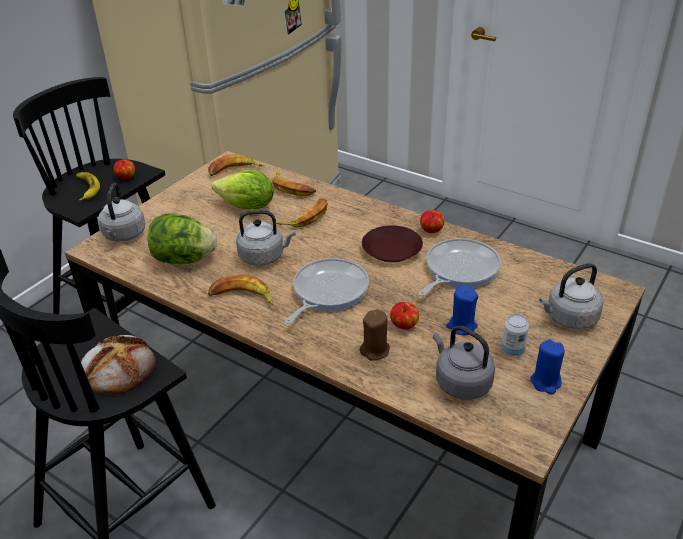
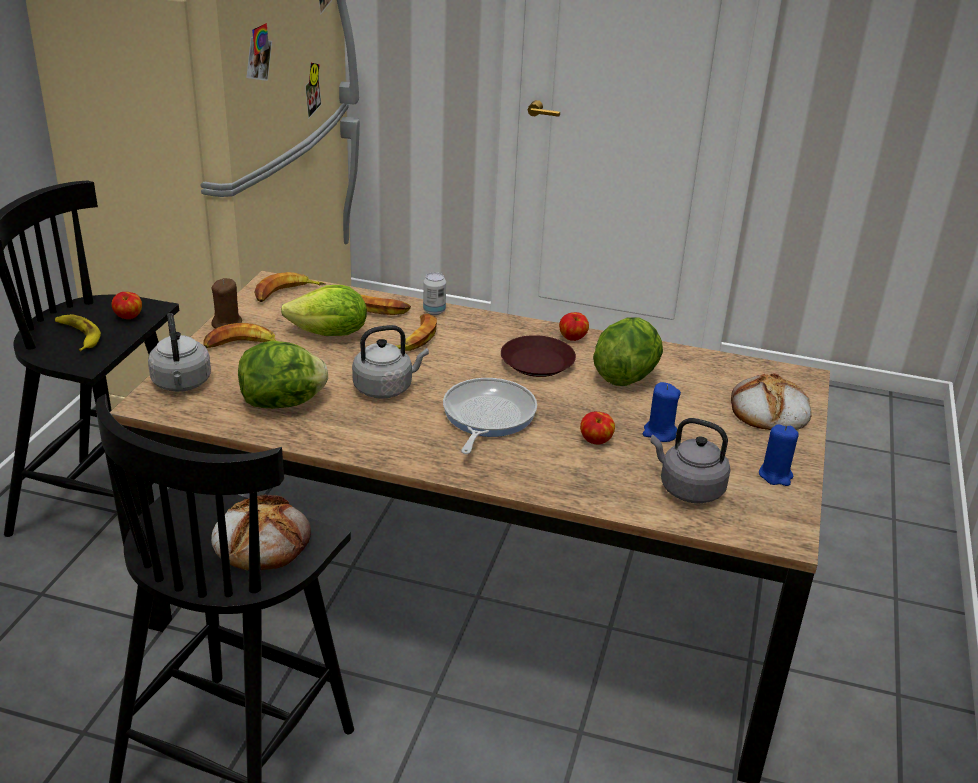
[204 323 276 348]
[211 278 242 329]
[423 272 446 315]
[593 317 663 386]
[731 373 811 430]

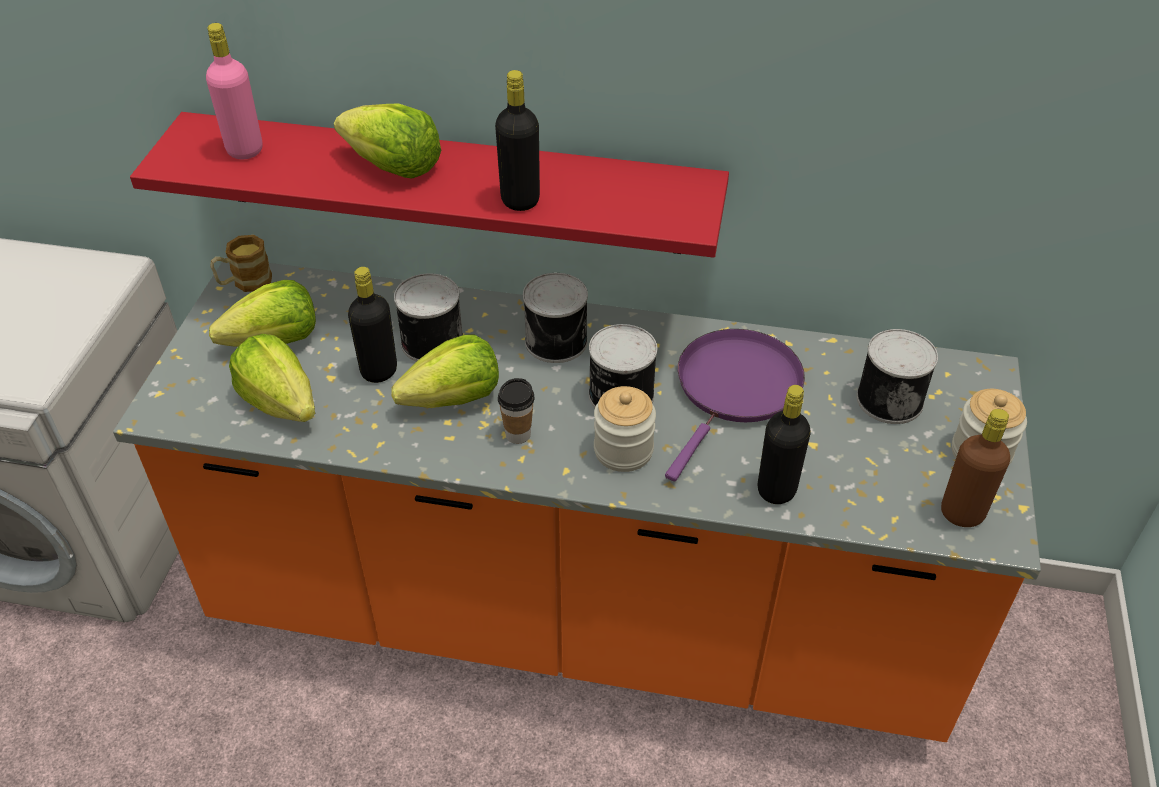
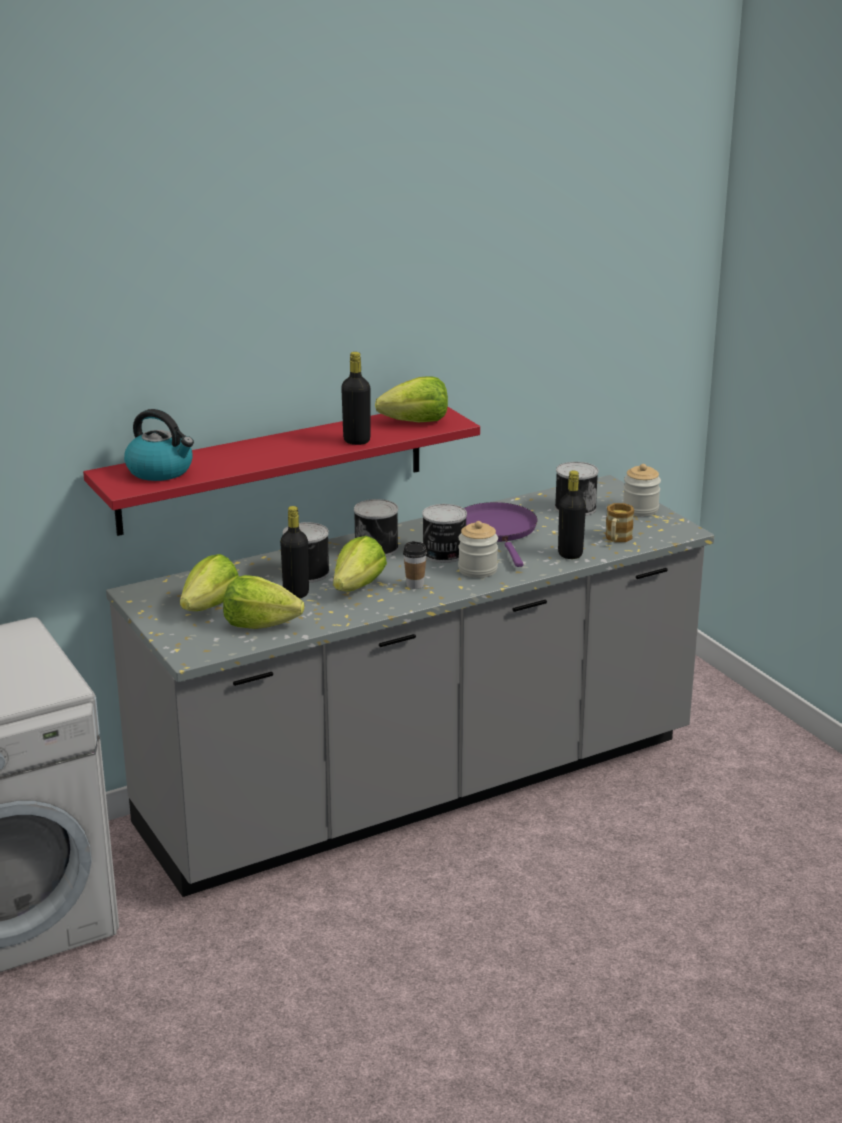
[941 409 1010 527] (first image)
[605 503 634 542]
[375 376 448 422]
[124 409 194 481]
[106 475 714 897]

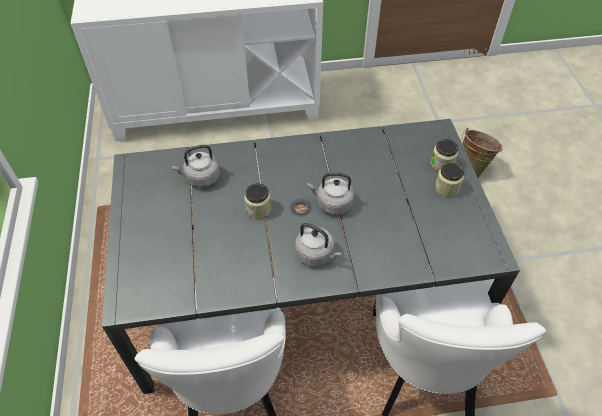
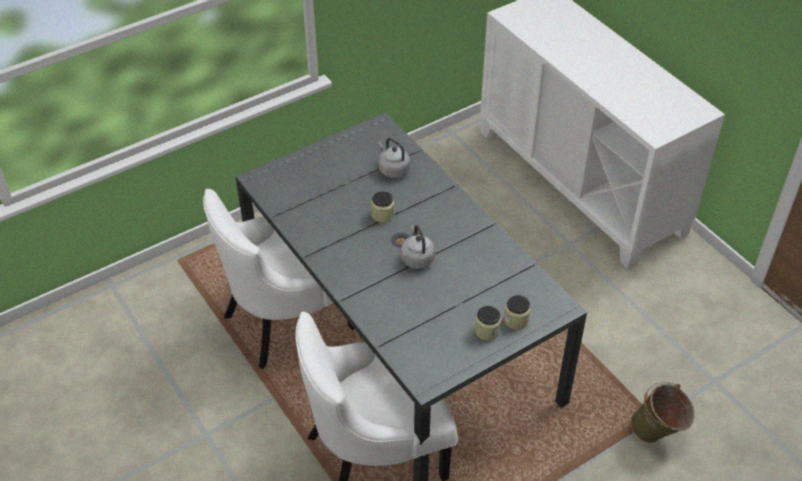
[295 223 342 266] (first image)

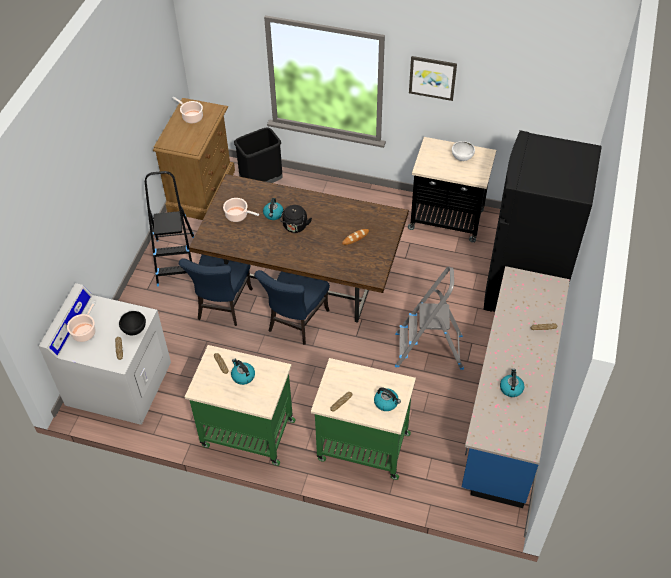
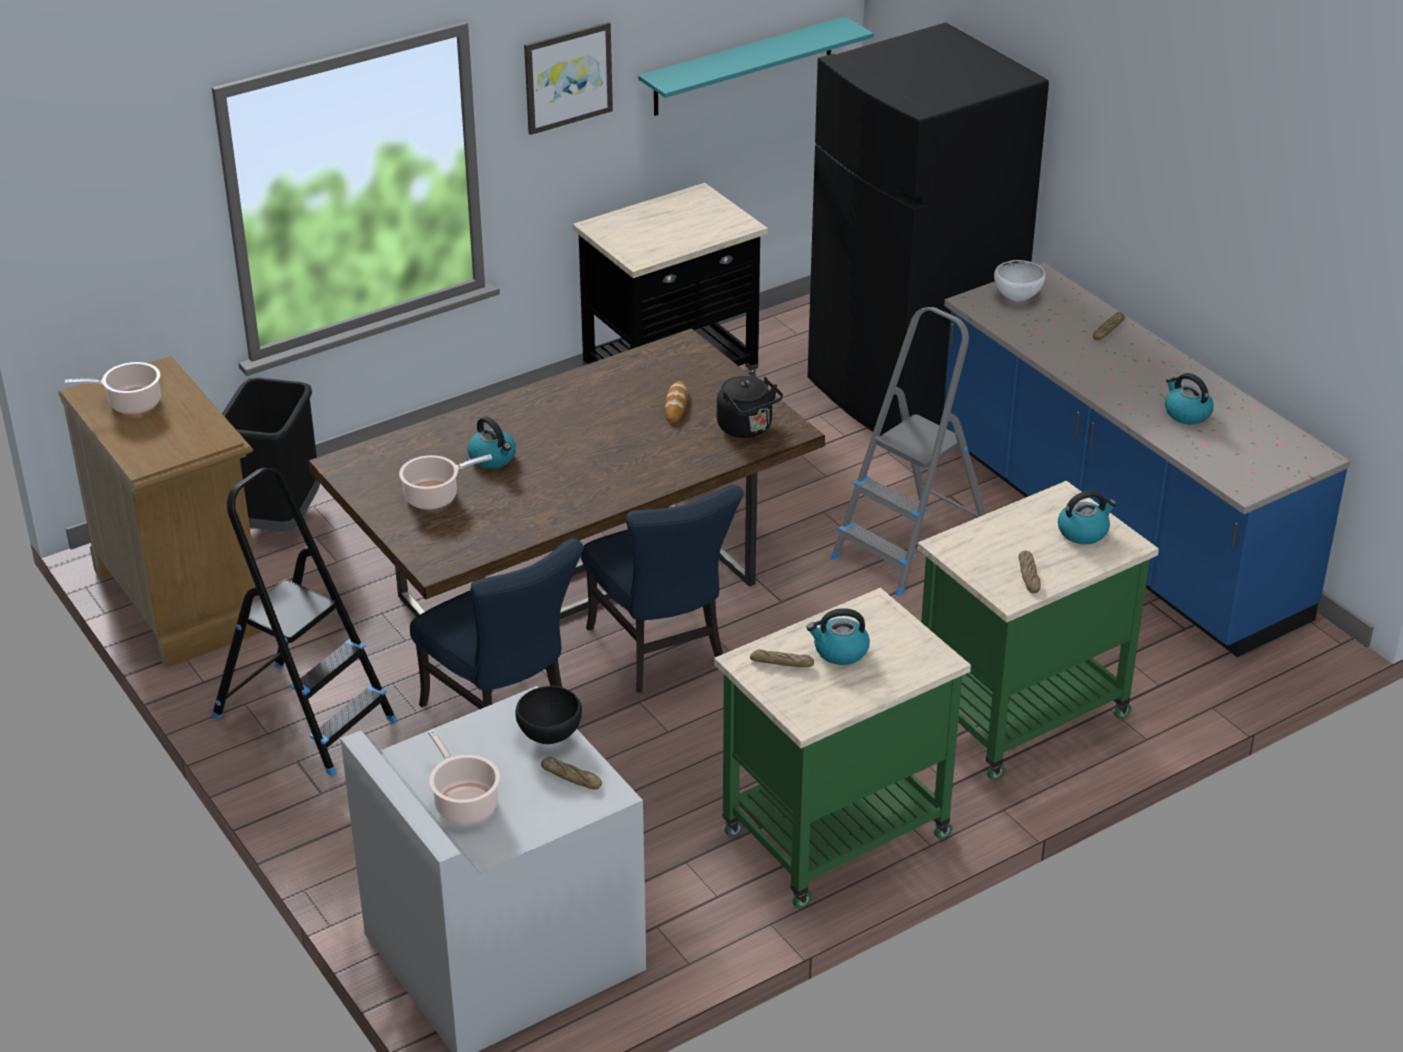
[638 17 874 116]
[717 376 783 438]
[994 260 1045 302]

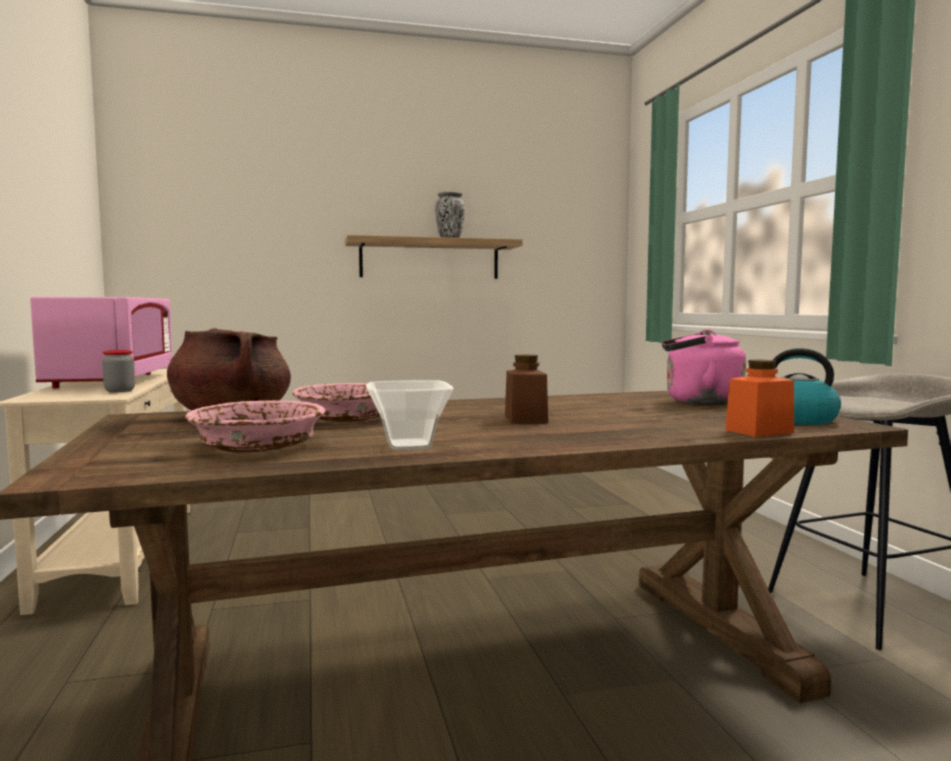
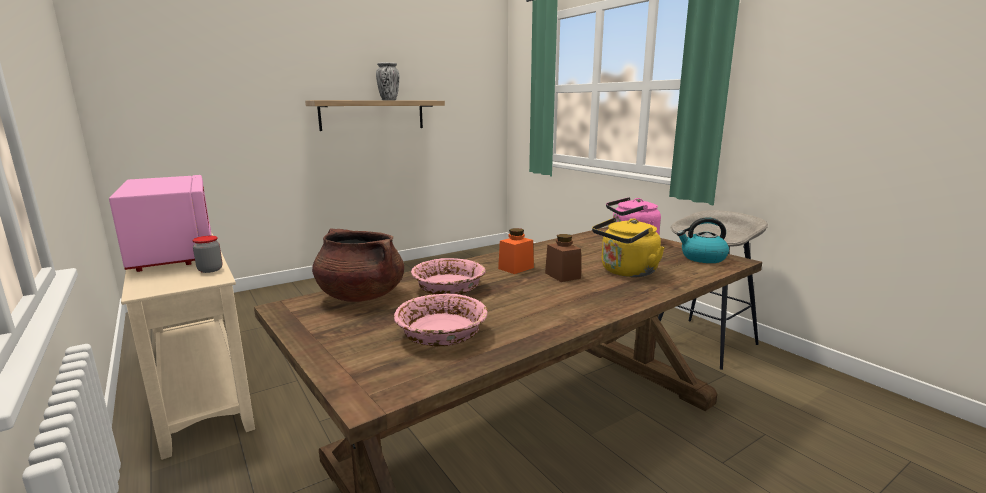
[366 380 453 450] (first image)
[592 217 665 277]
[498 228 534 274]

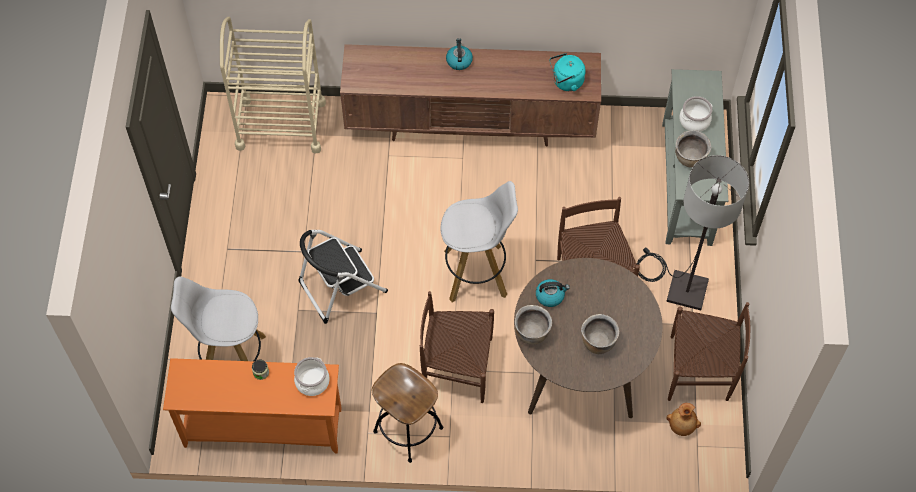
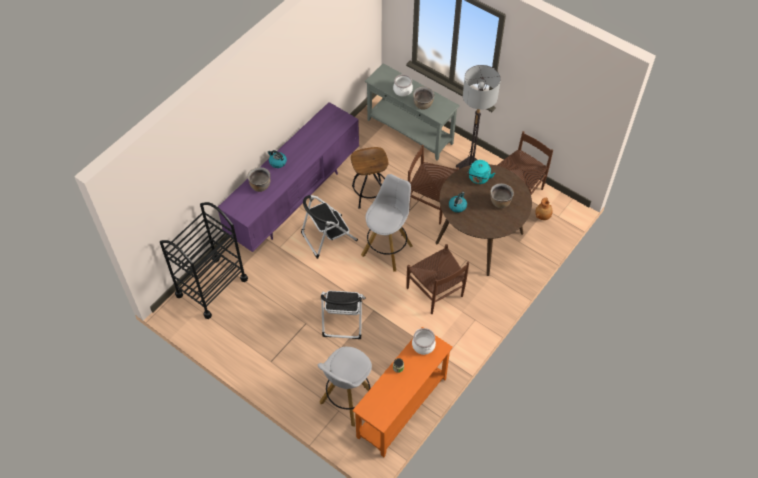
[301 195 358 259]
[351 147 388 209]
[247 167 271 192]
[468 160 495 184]
[160 202 248 319]
[218 102 359 252]
[407 244 469 314]

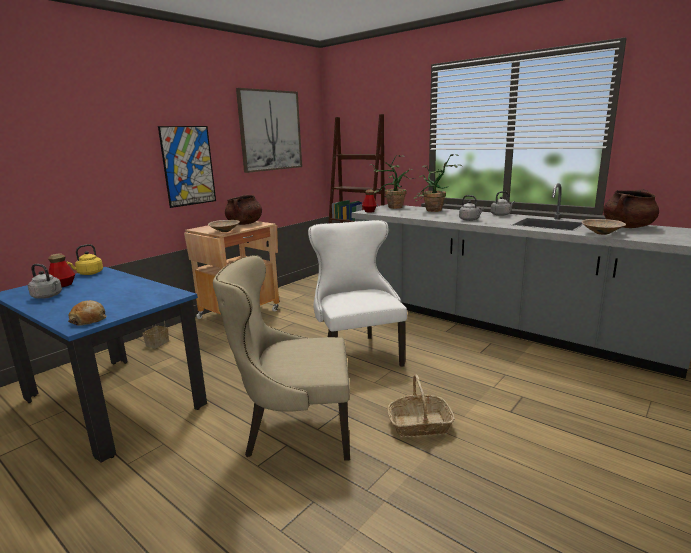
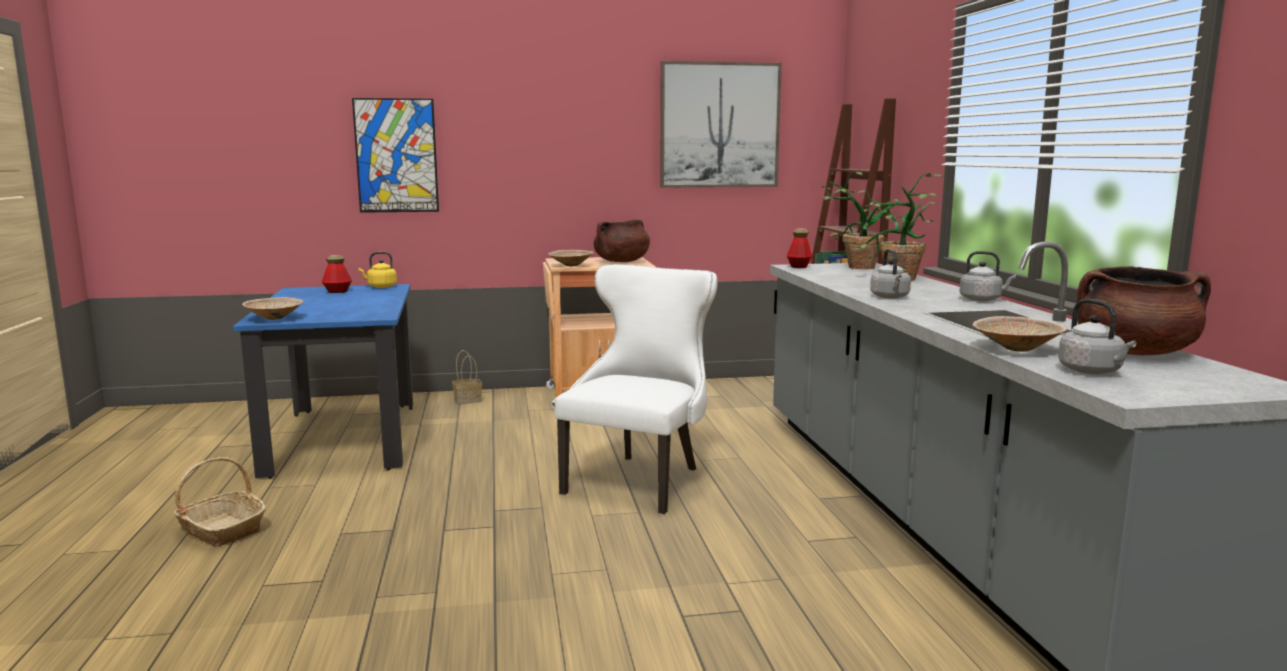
[213 255 350 461] (first image)
[1058 299 1137 374]
[352 98 439 213]
[173 457 266 546]
[242 297 304 320]

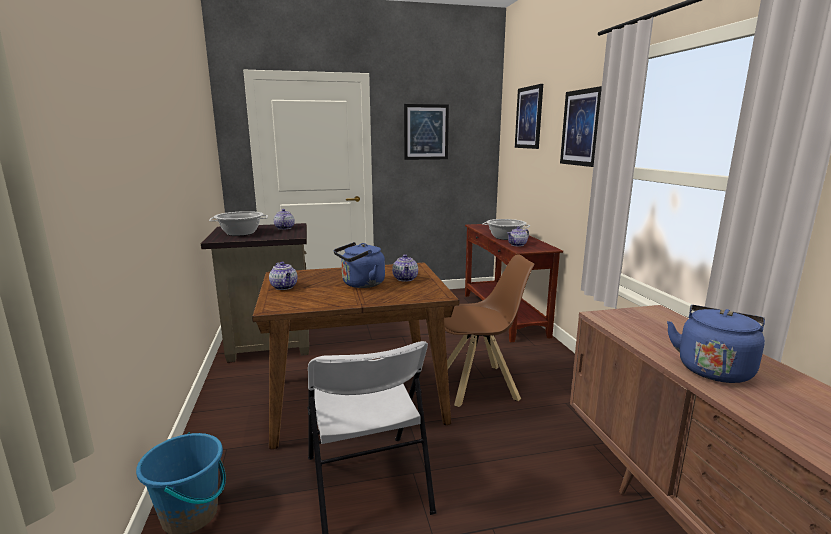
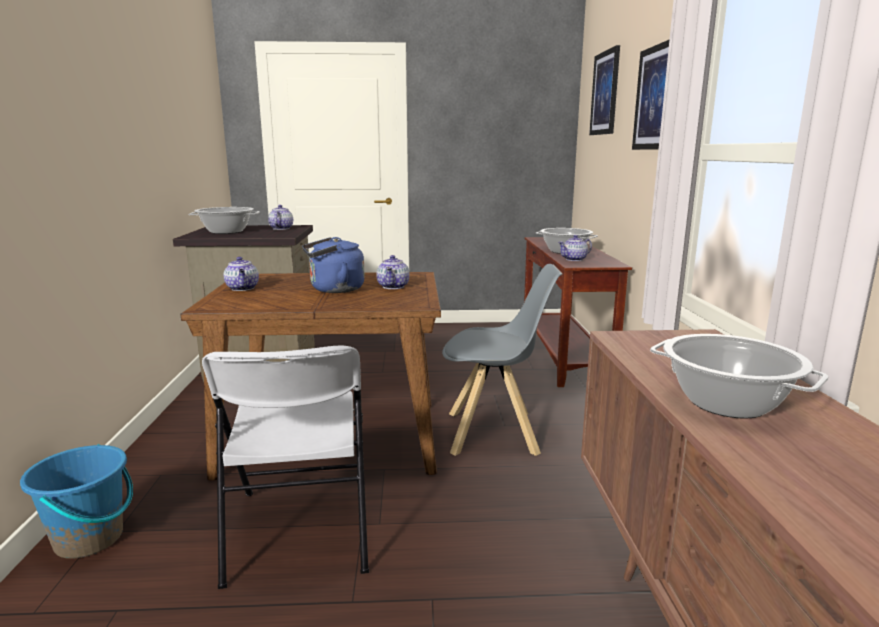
[404 104 449 160] (first image)
[650 334 829 419]
[442 264 562 456]

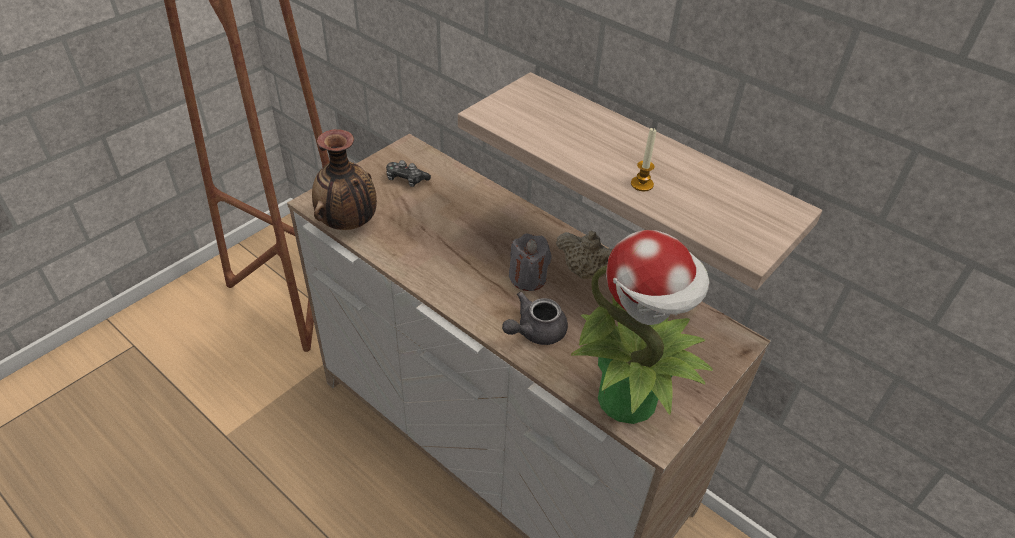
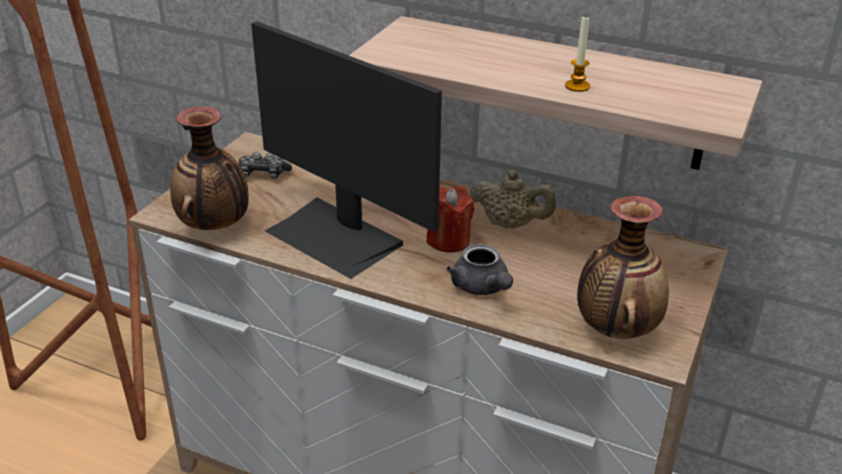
[251 21 442 279]
[577 196 669 339]
[427 186 474 253]
[446 244 513 295]

